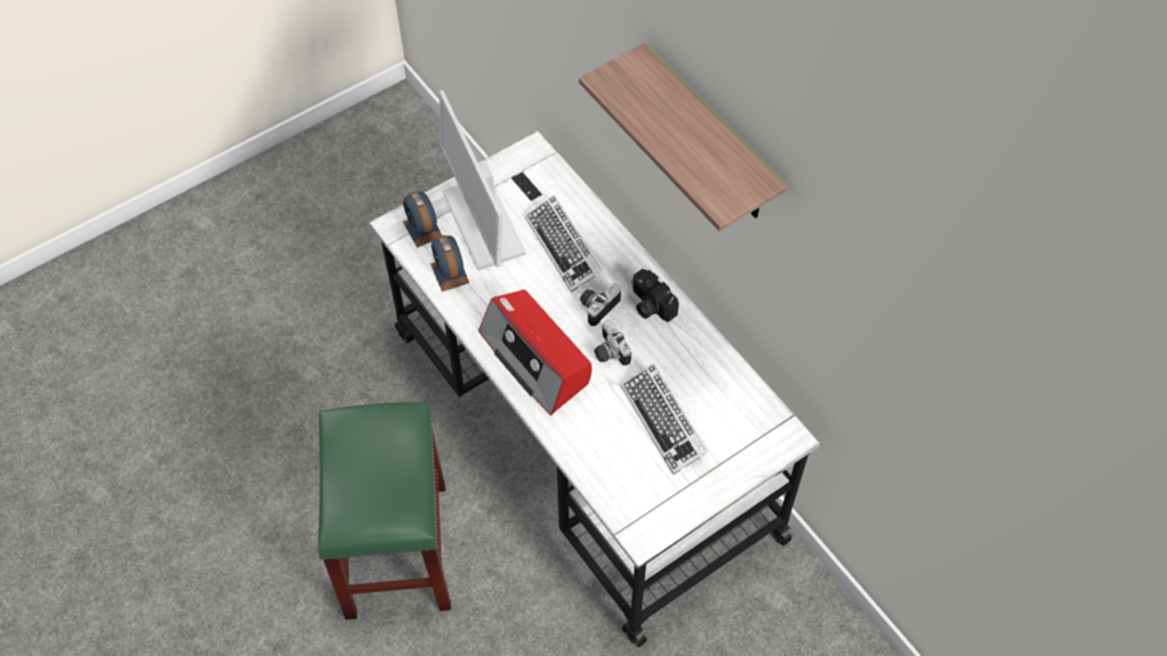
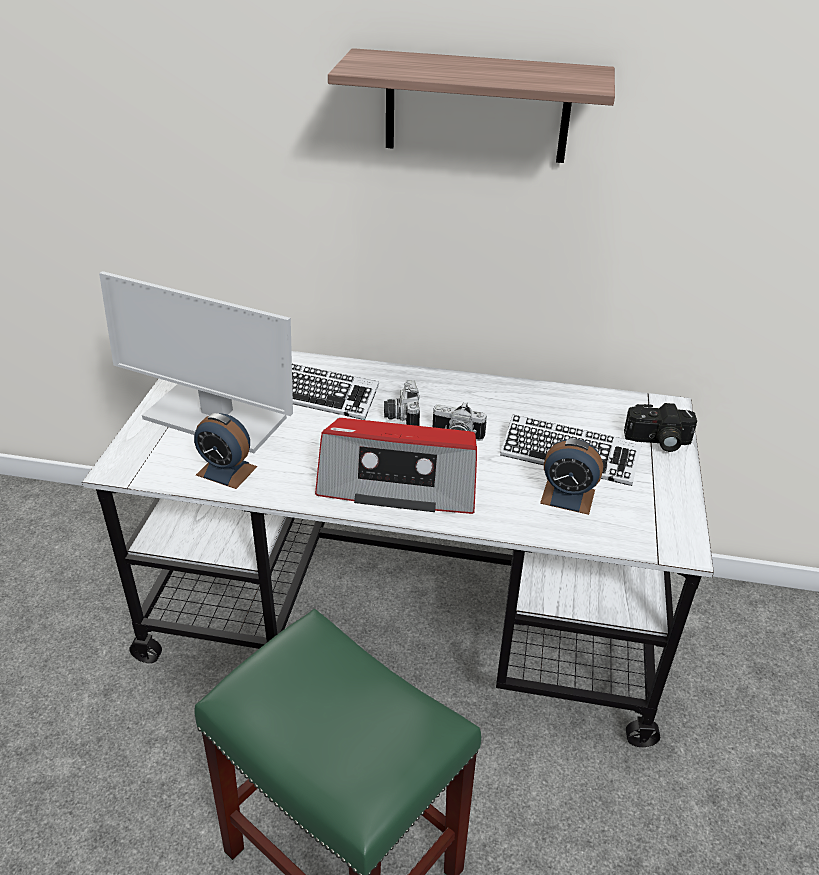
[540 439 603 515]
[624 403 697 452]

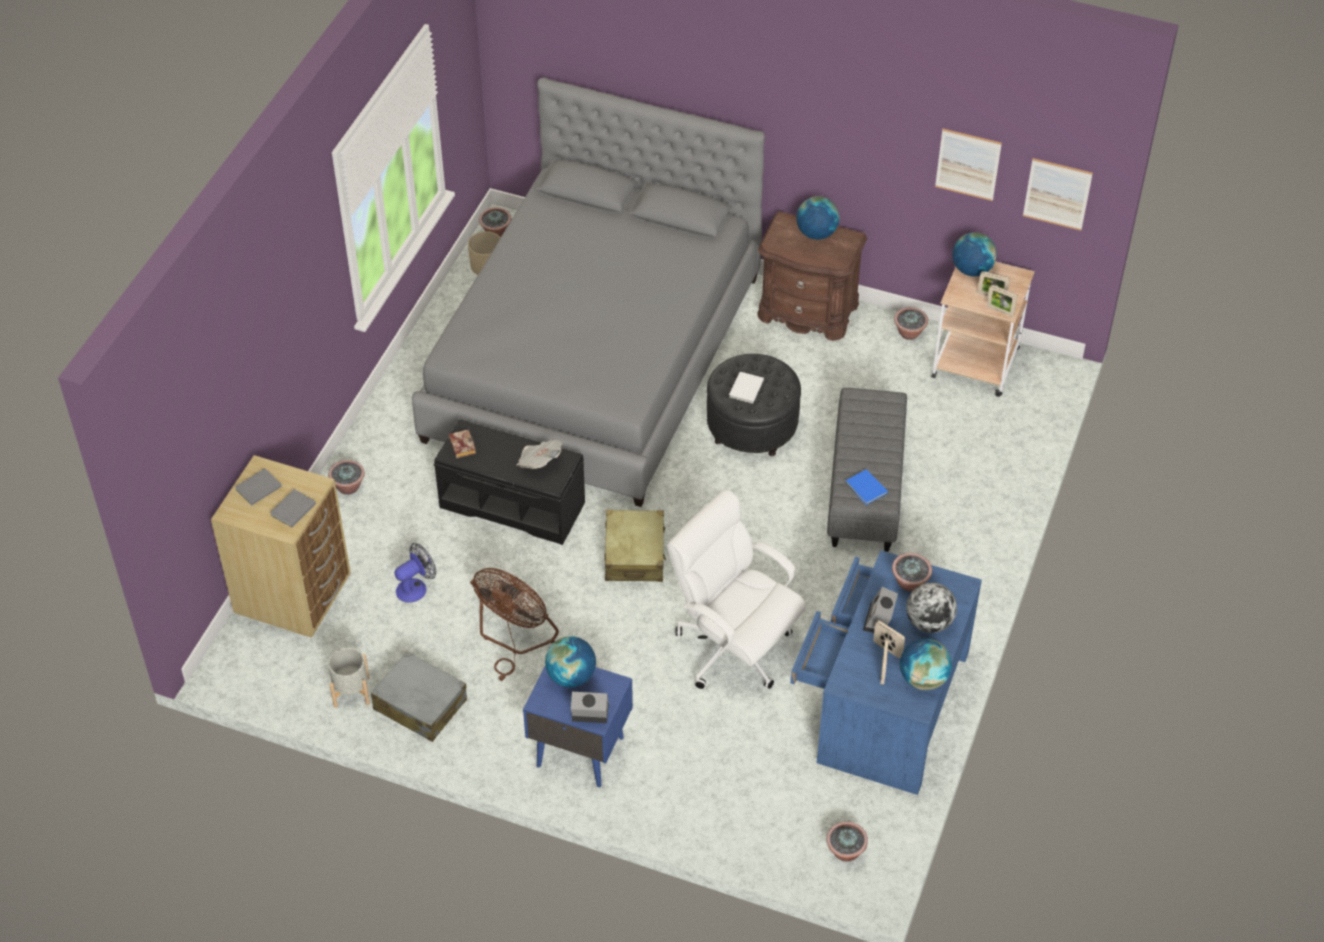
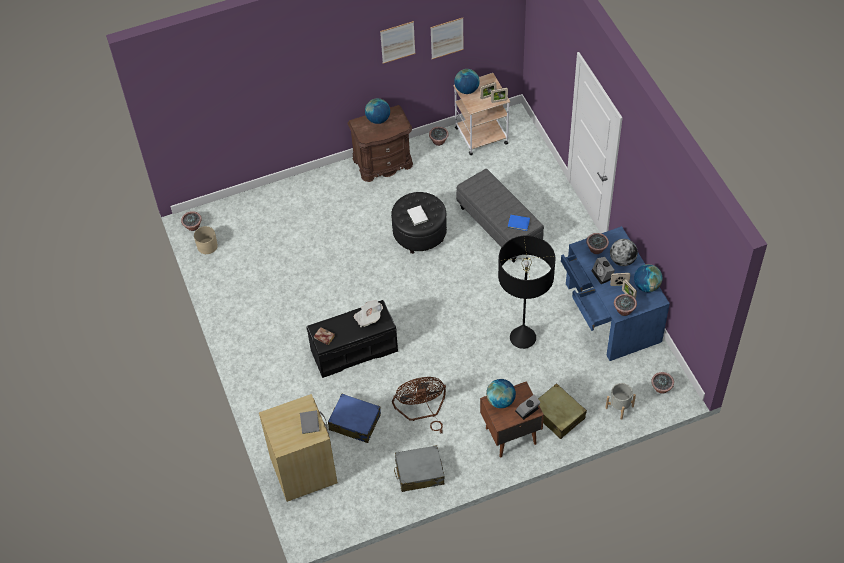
[235 468 282 506] (first image)
[412 77 765 507] (first image)
[614 294 637 316]
[605 383 636 420]
[538 383 587 439]
[380 21 415 64]
[328 394 381 443]
[498 235 555 349]
[480 381 544 458]

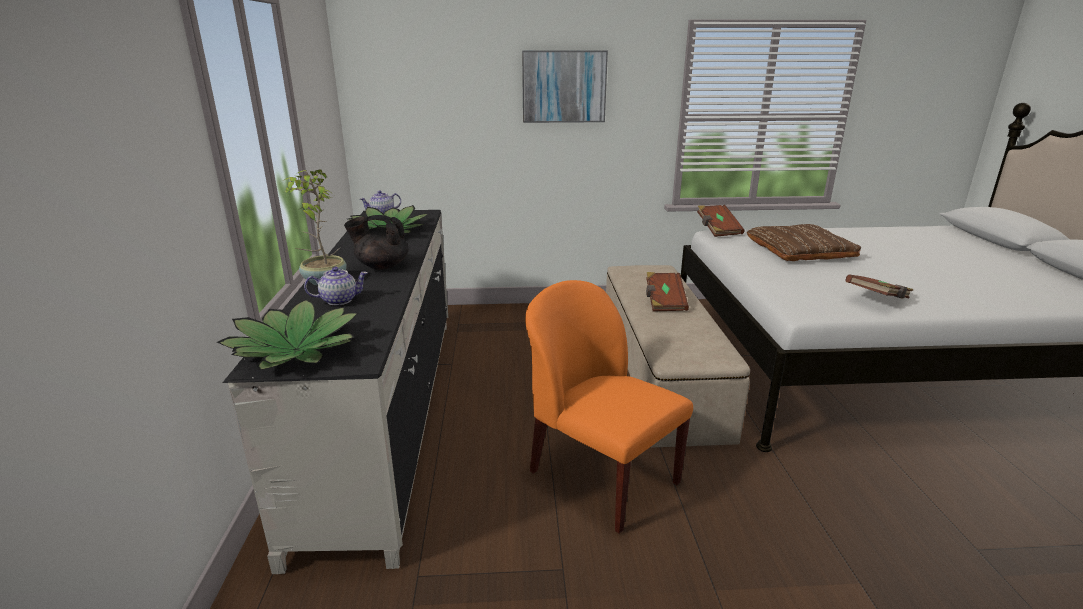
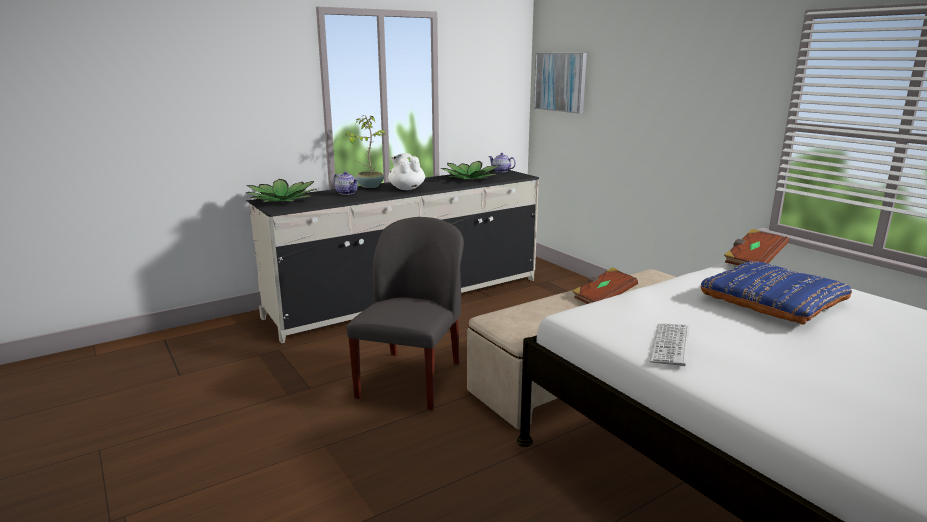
[534 53 587 114]
[650 323 690 366]
[388 153 425 190]
[346 217 464 410]
[701 261 852 325]

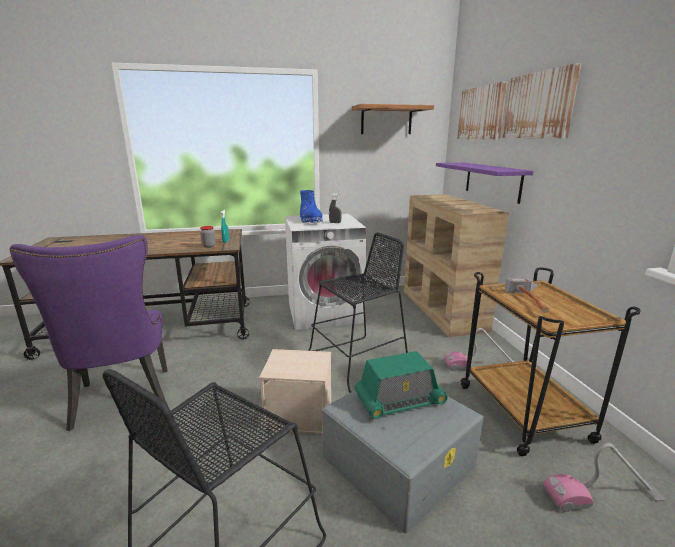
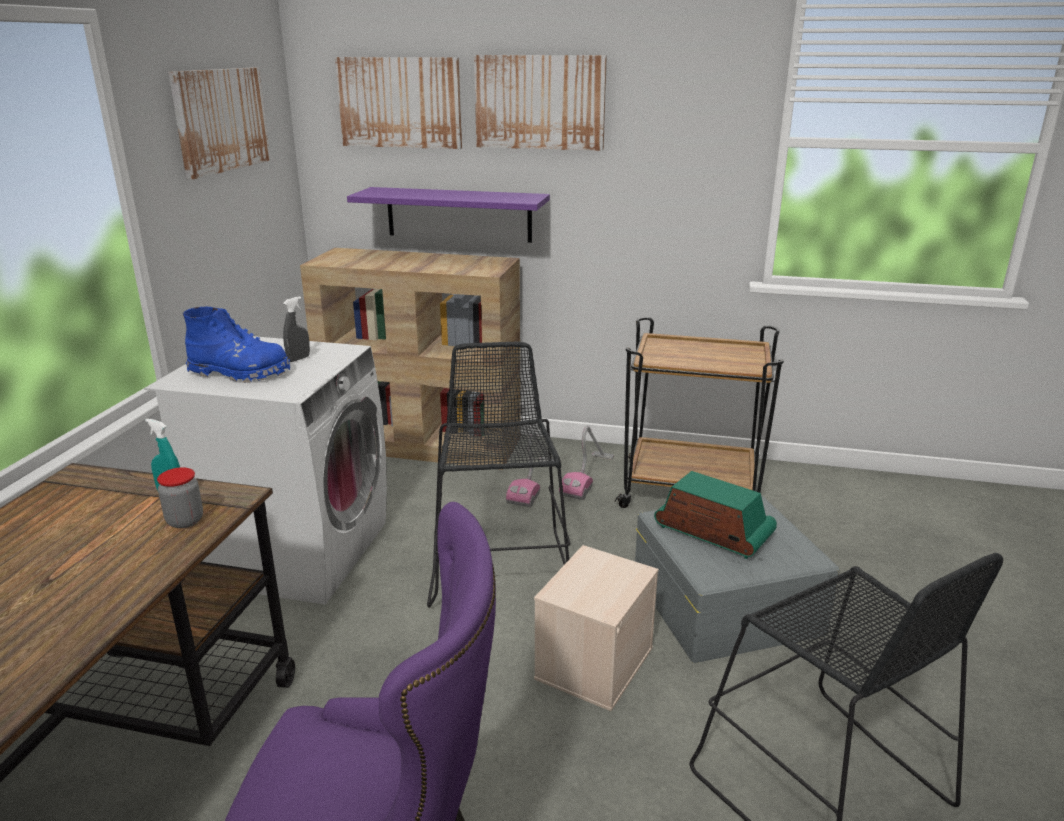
[505 278 549 313] (first image)
[506 432 561 507]
[168 68 271 179]
[654 471 777 559]

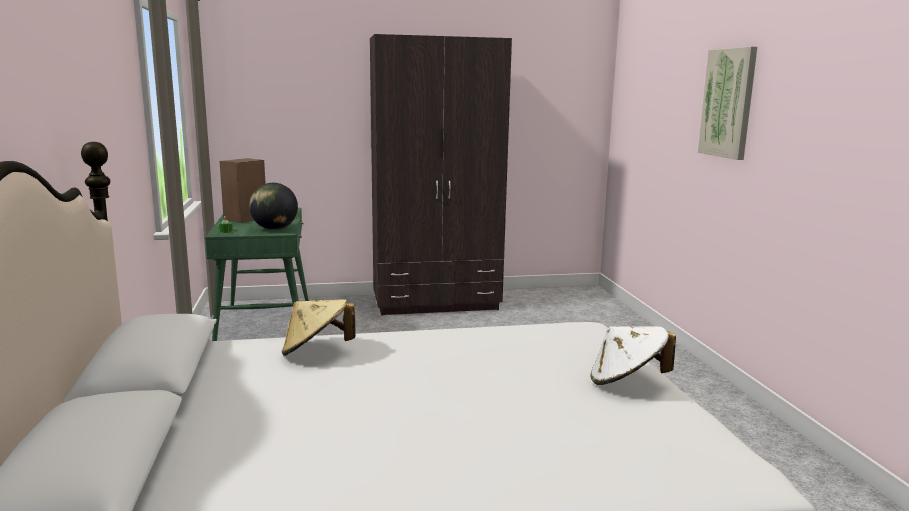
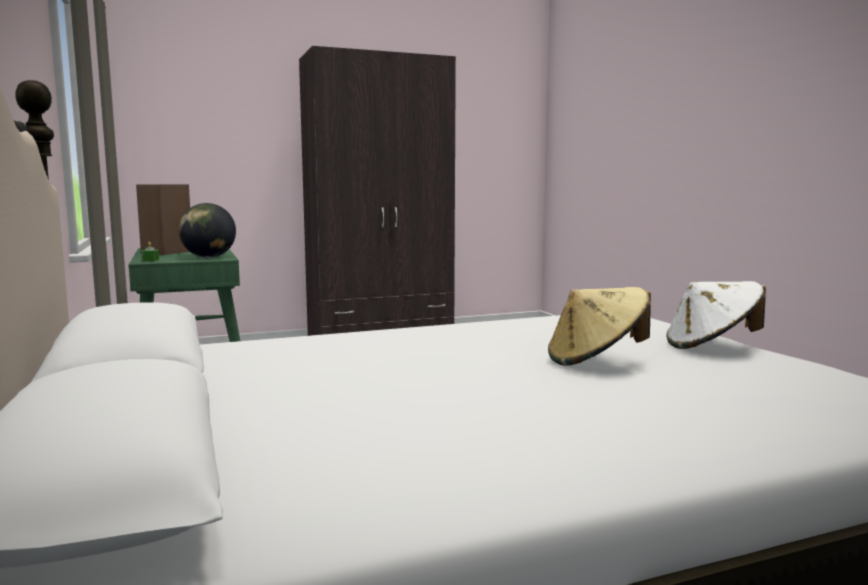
[698 46 757 160] (first image)
[548 287 651 366]

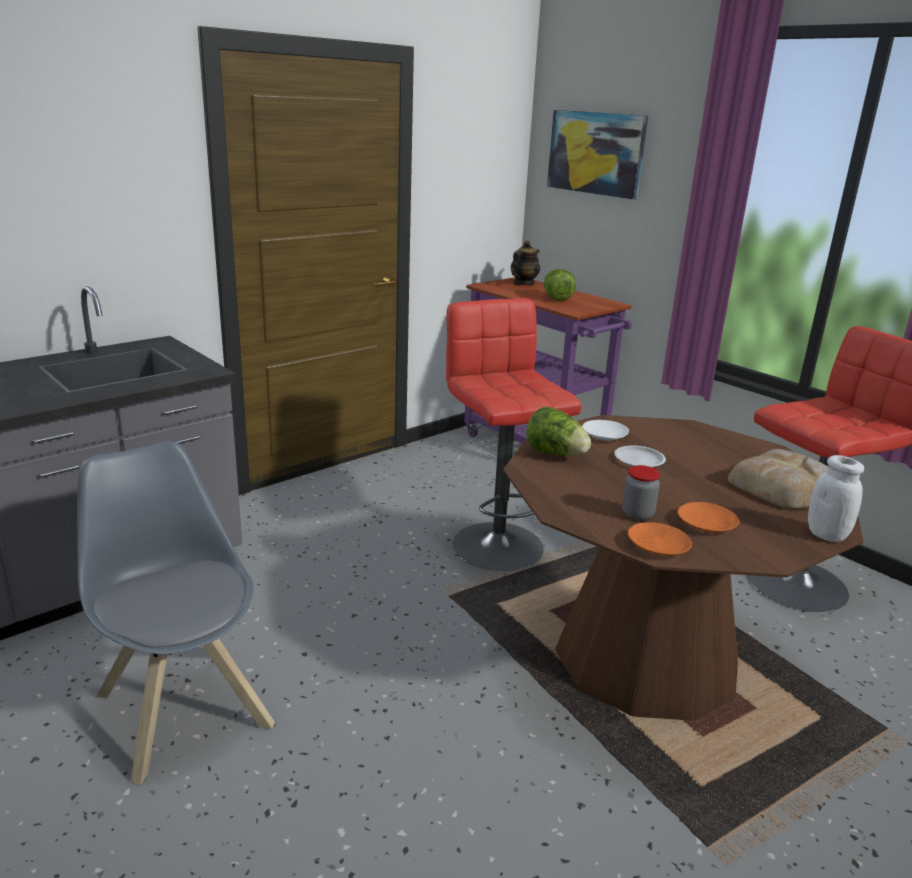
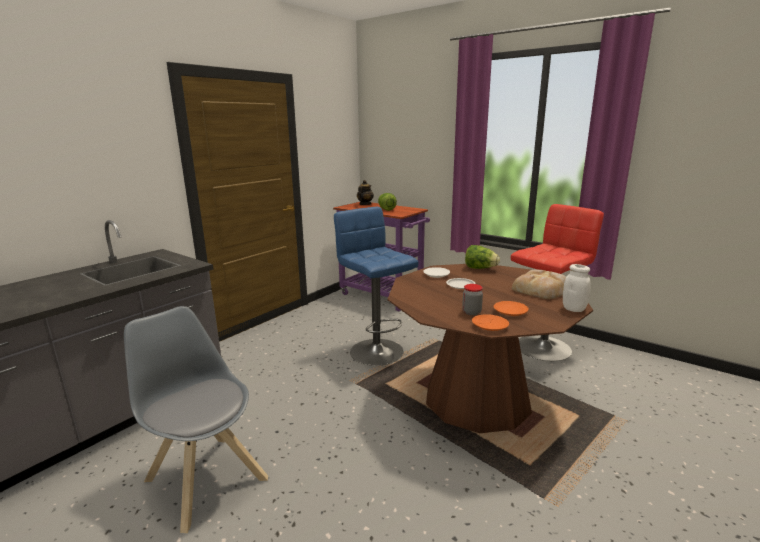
[547 110 648 200] (first image)
[465 245 500 269]
[334 207 418 366]

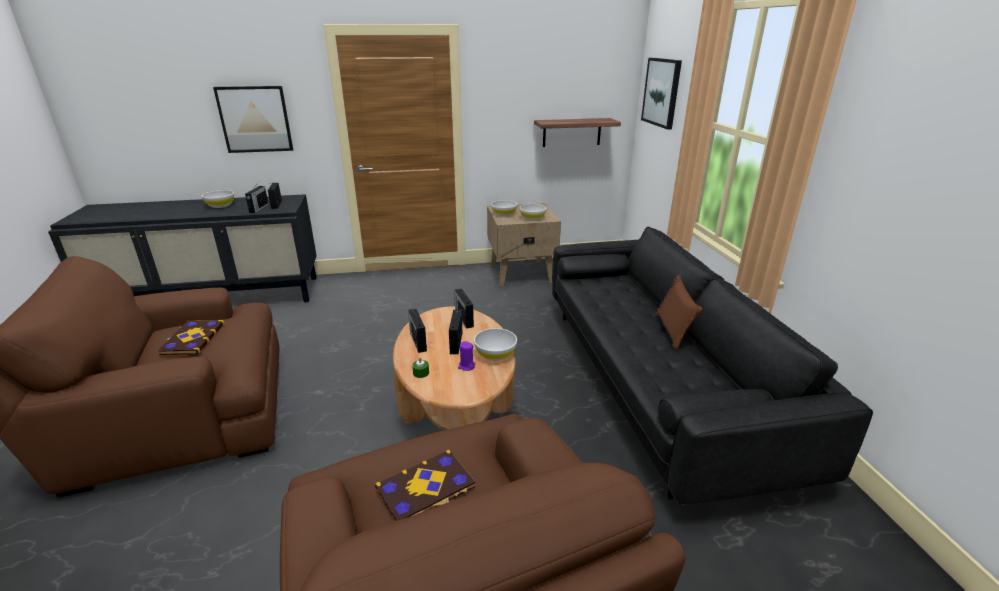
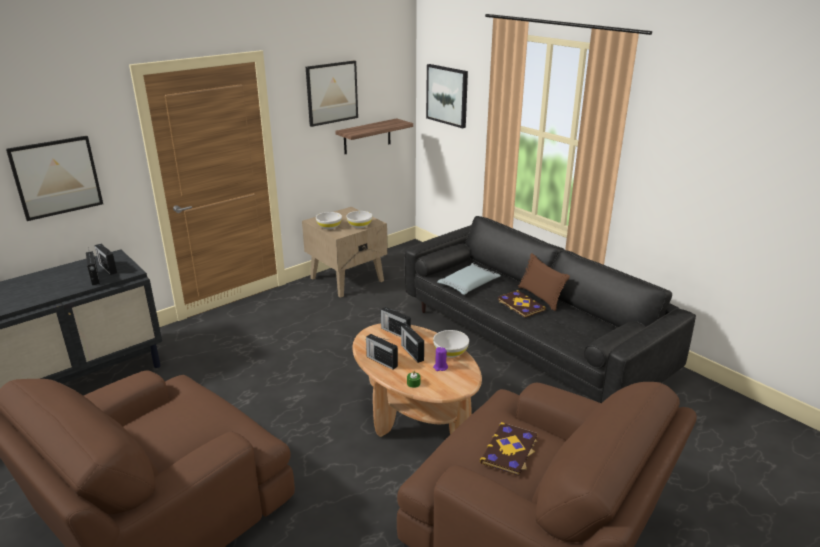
[202 190 234 208] (first image)
[306 60 358 127]
[437 262 501 295]
[498 290 546 318]

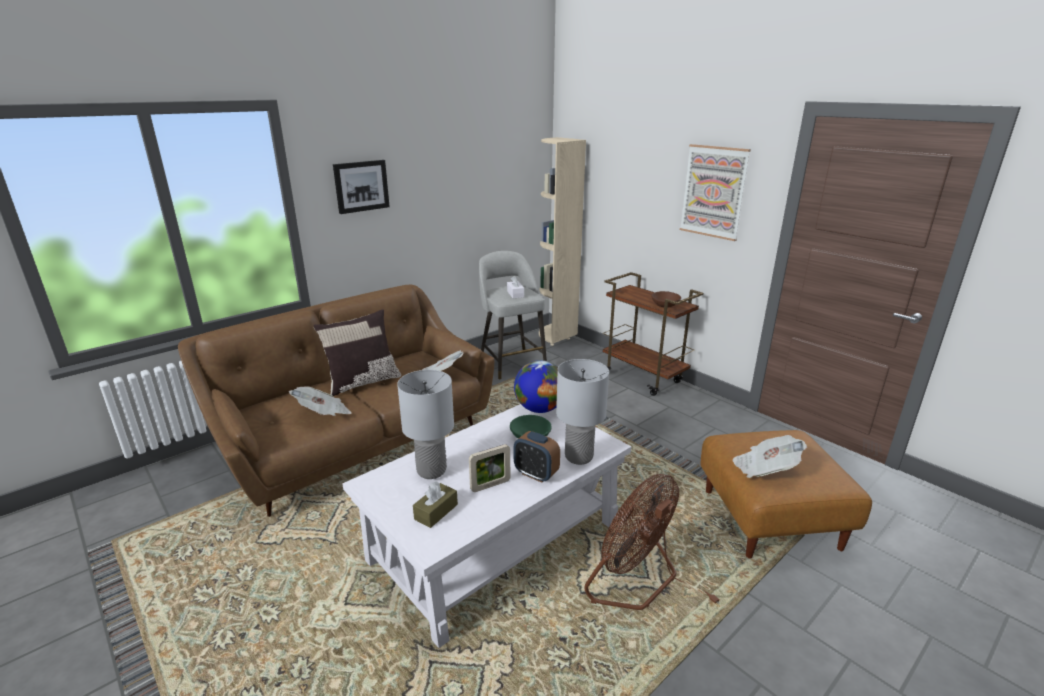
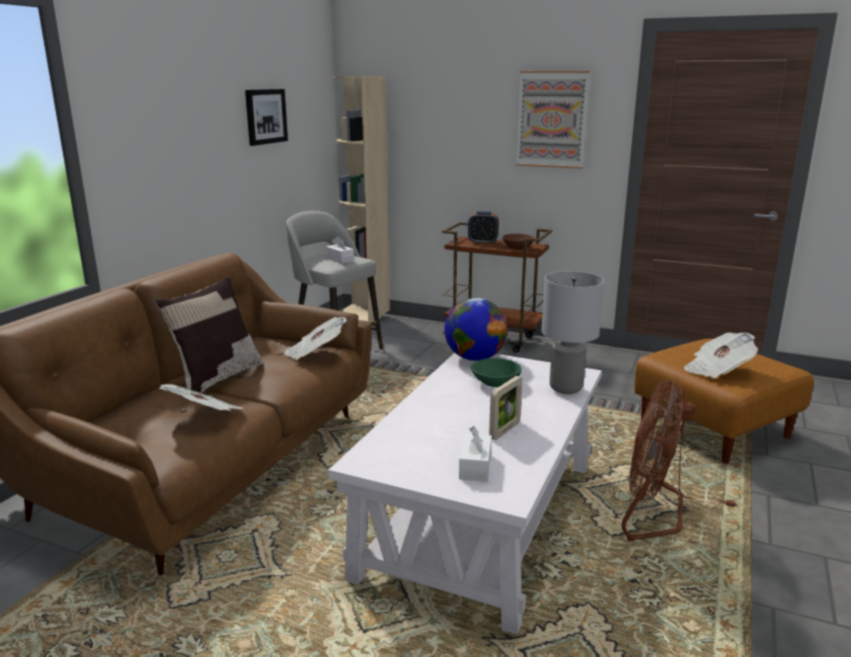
[397 370 454 479] (first image)
[245 89 288 146]
[468 211 499 244]
[459 426 492 482]

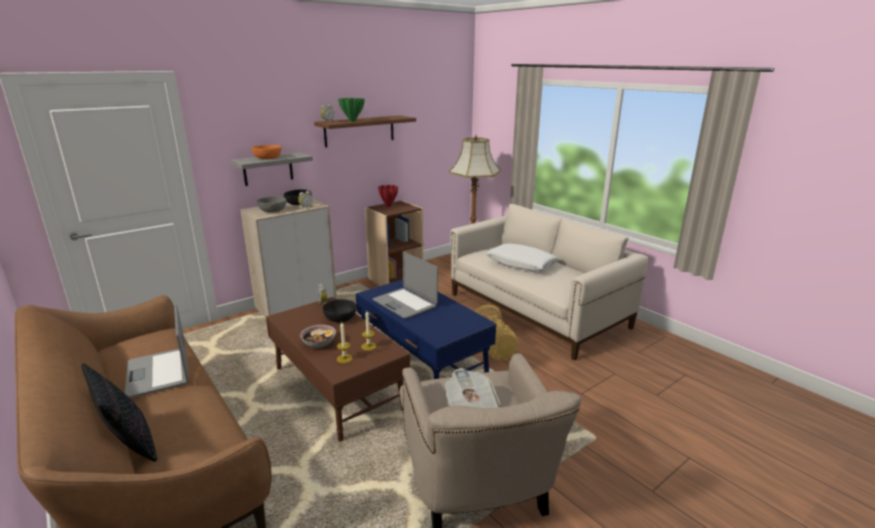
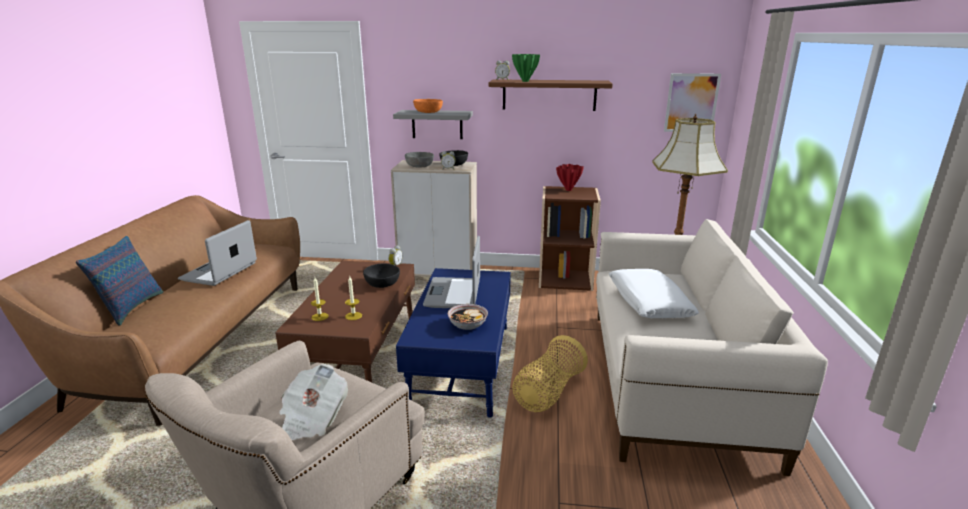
[664 73 721 132]
[447 304 488 330]
[76 236 163 325]

